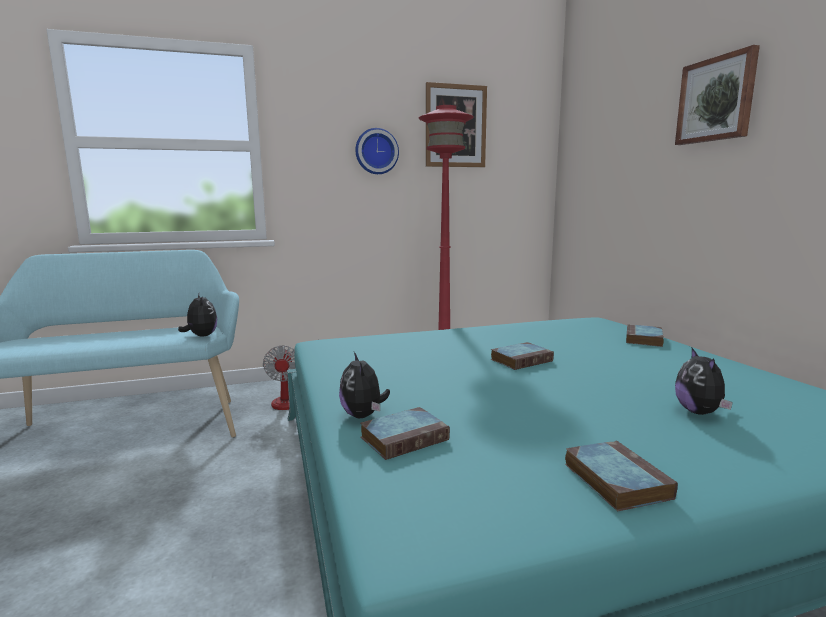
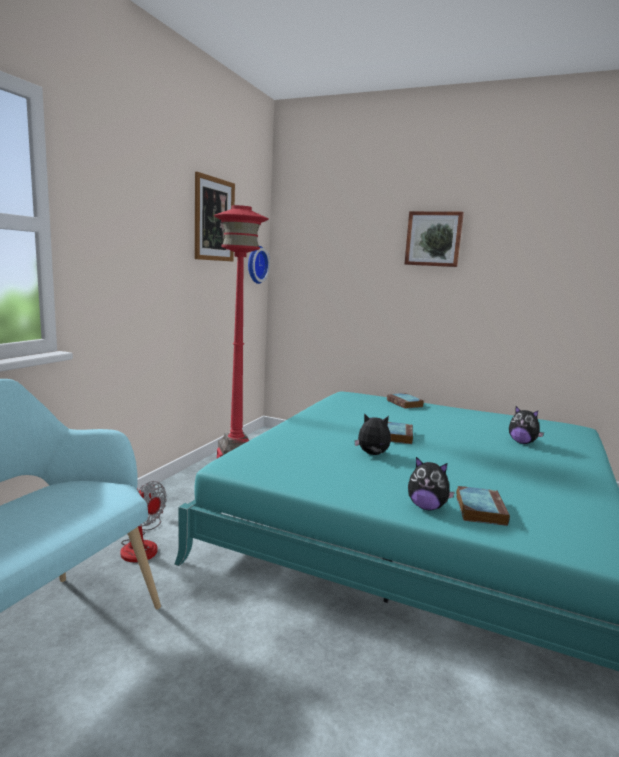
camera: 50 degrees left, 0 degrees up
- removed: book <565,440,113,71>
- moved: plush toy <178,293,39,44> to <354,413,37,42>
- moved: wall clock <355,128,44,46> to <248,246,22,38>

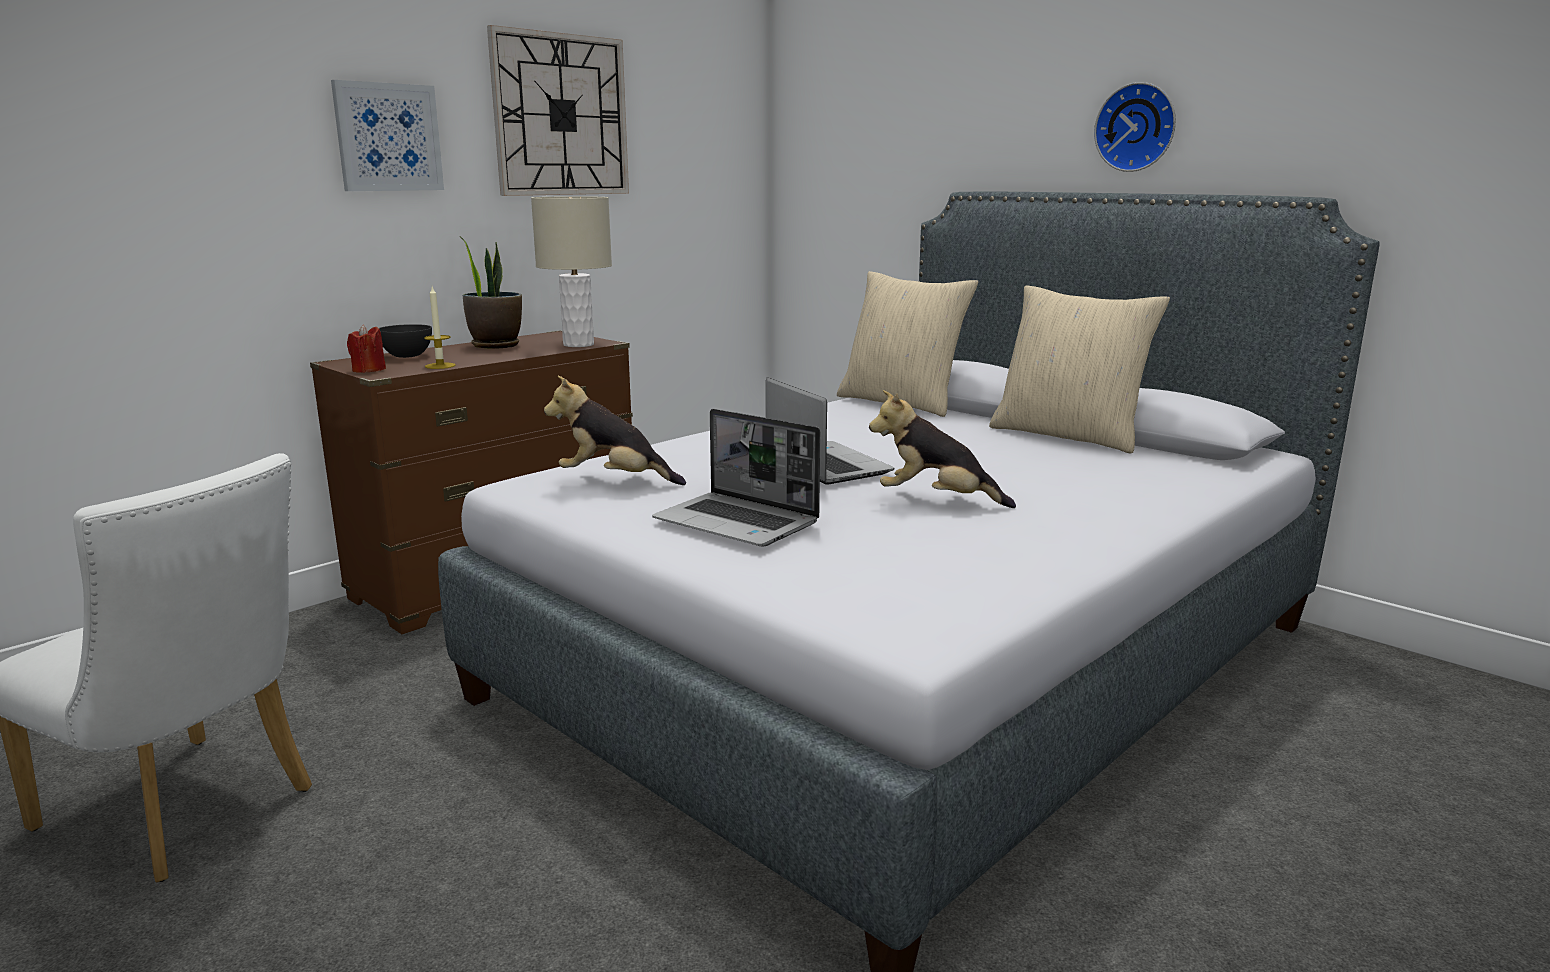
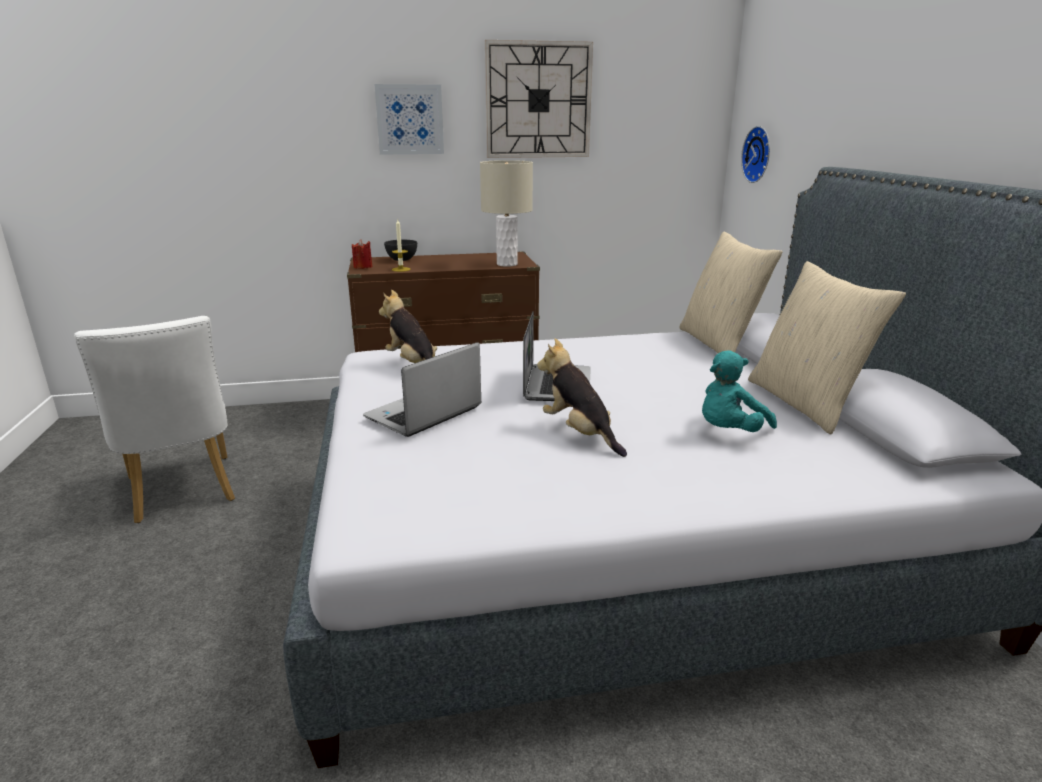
camera: 35 degrees right, 5 degrees up
- removed: potted plant <461,237,61,112>
- added: turquoise plush toy <702,351,75,81>
- moved: wall clock <1094,82,82,90> to <741,126,29,57>
- turned: laptop <652,409,168,138> = <363,342,118,95> 60 degrees clockwise

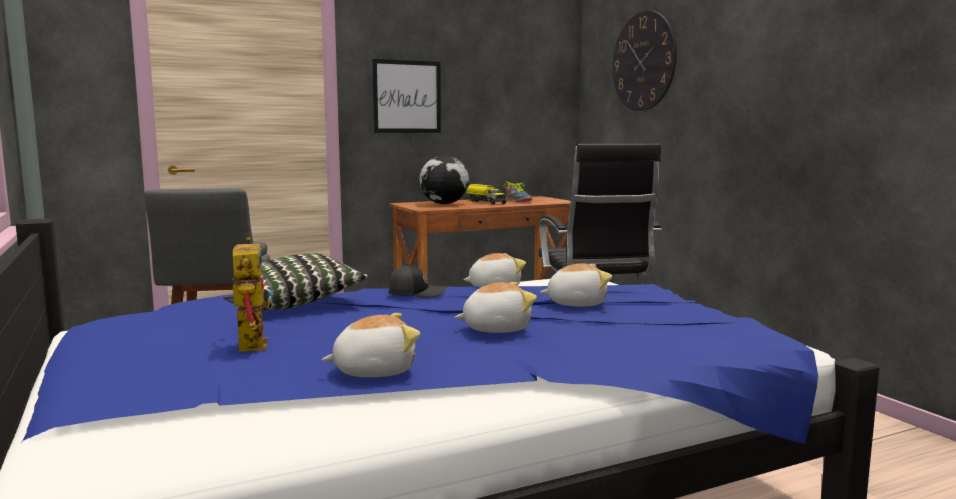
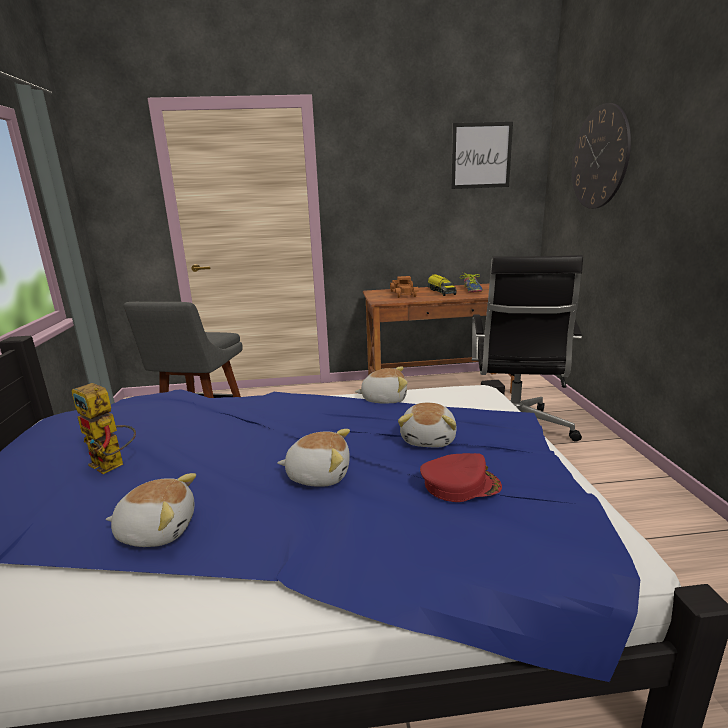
camera: 20 degrees right, 10 degrees up
- removed: pillow <231,253,137,57>
- removed: black cap <388,264,58,34>
- added: red cap <420,453,82,49>
- moved: picture <372,59,69,74> to <451,122,62,67>
- replaced: globe <420,155,49,49> to toy truck <390,276,29,22>
- turned: toy robot <223,237,50,115> = <72,383,64,91> 120 degrees clockwise
- turned: plush toy <540,263,72,44> = <398,403,59,45> 90 degrees clockwise

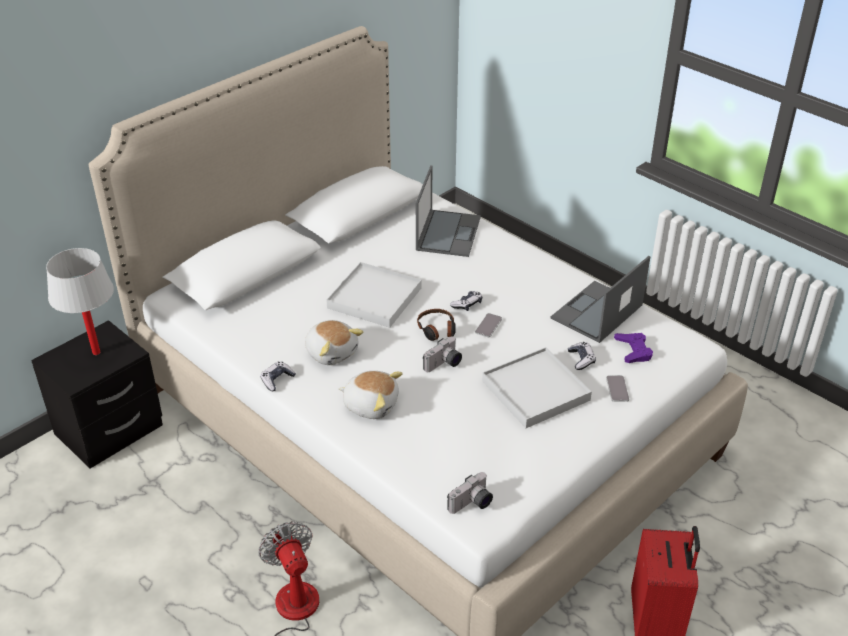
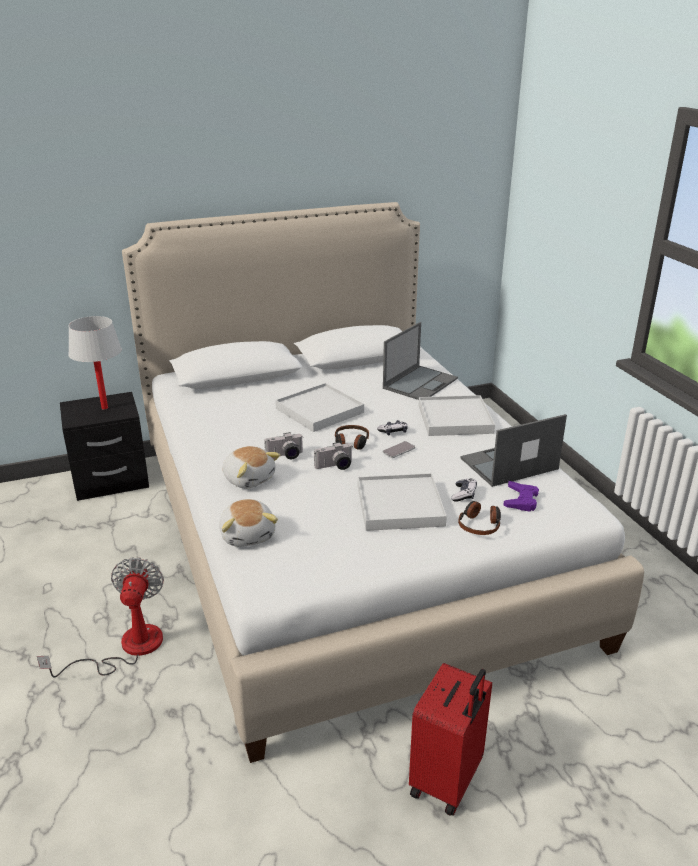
camera: 25 degrees right, 10 degrees down
- removed: game controller <260,361,36,30>
- added: white tray <419,395,76,41>
- moved: plush toy <305,320,58,45> to <219,499,59,48>
- moved: photo camera <447,472,46,42> to <264,432,39,27>
- replaced: phone <606,375,23,27> to headphones <458,501,43,34>

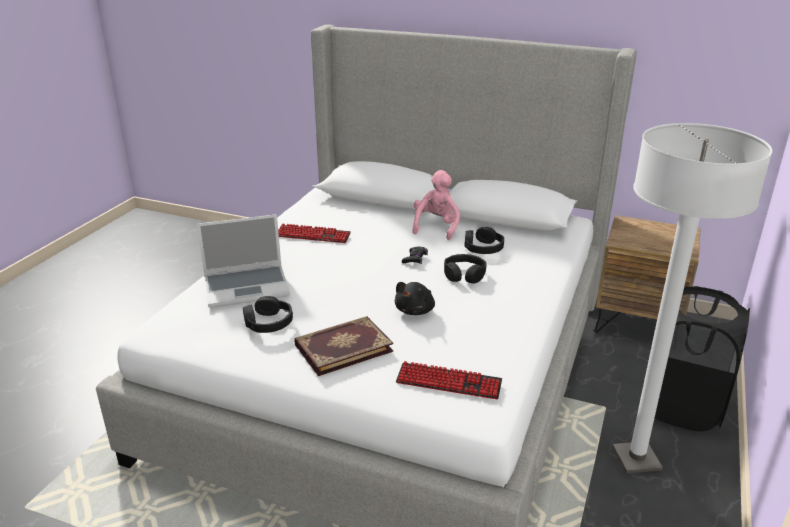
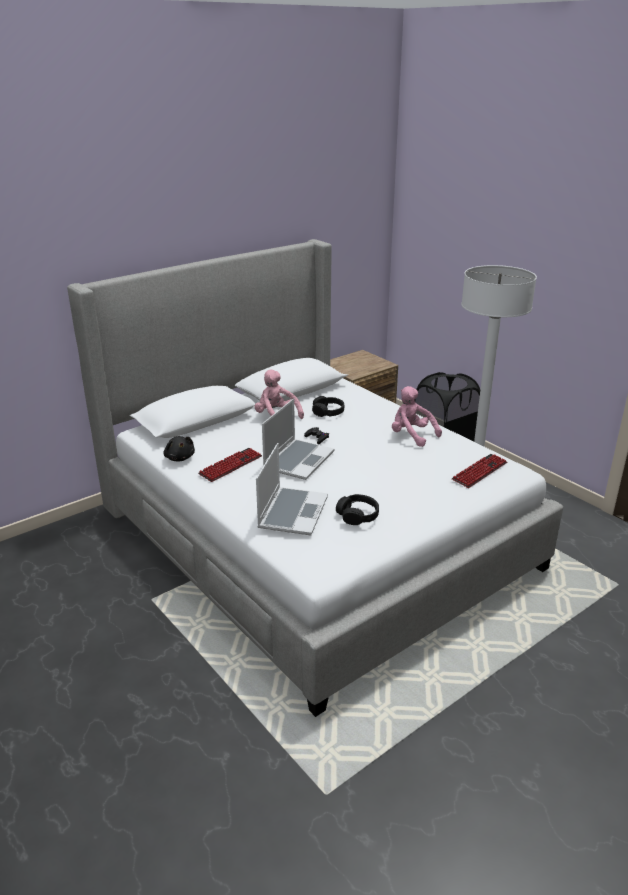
camera: 60 degrees left, 0 degrees up
- removed: book <294,316,99,60>
- removed: black headphones <444,254,42,30>
- added: laptop <262,399,72,81>
- added: pink plush toy <392,386,50,61>
- moved: black plush toy <395,282,40,33> to <163,436,32,25>

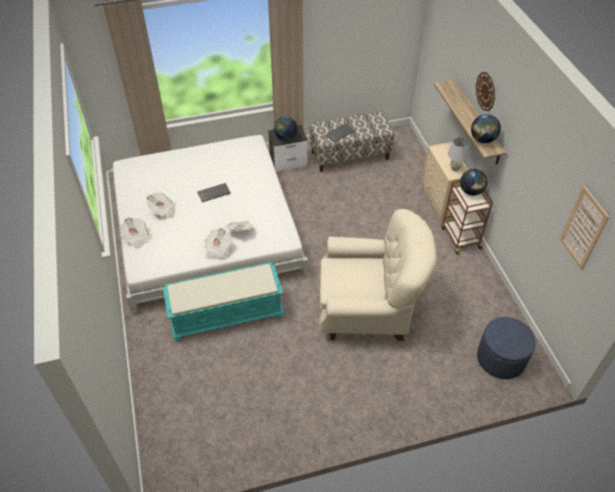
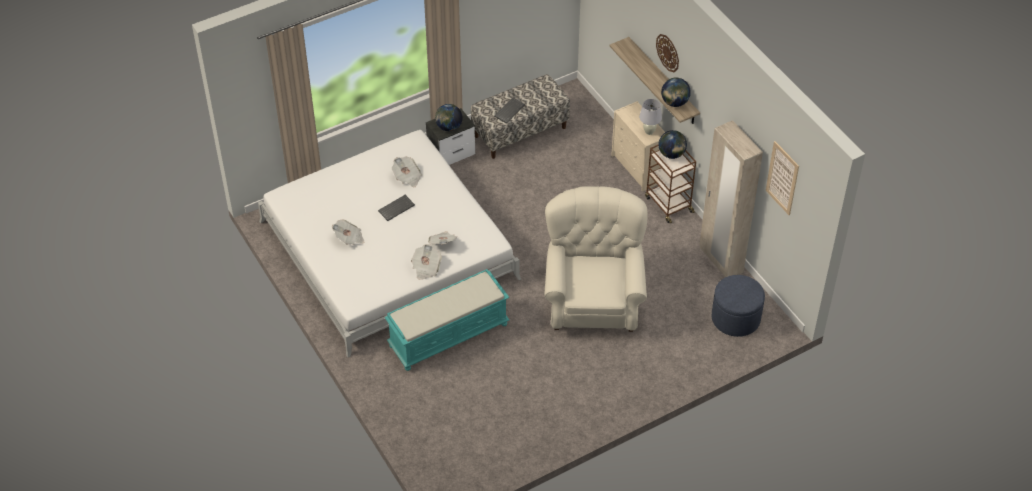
camera: 15 degrees left, 0 degrees up
- added: beige wardrobe <700,120,63,157>
- moved: newspaper <119,217,31,32> to <392,157,30,30>
- turned: beige armchair <319,209,118,132> = <544,186,104,146> 75 degrees counterclockwise

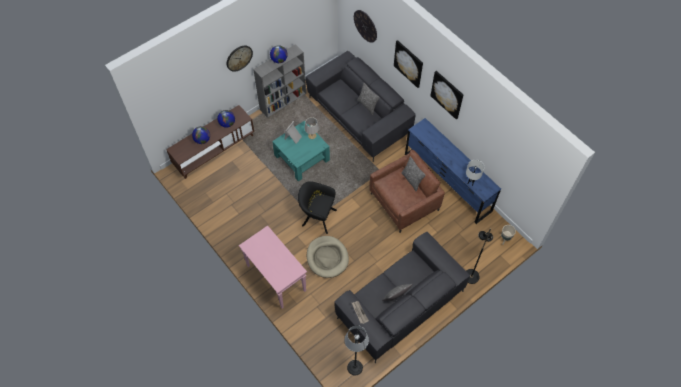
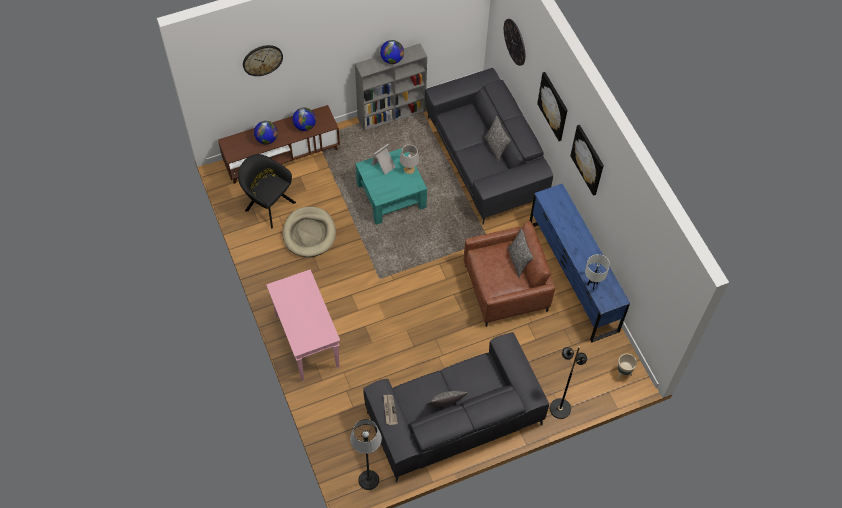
camera: 15 degrees right, 0 degrees up
- moved: wall clock <227,45,26,27> to <243,45,40,31>
- moved: black armchair <298,181,39,53> to <238,154,58,74>
- moved: beige dog bed <307,236,42,42> to <283,206,53,51>

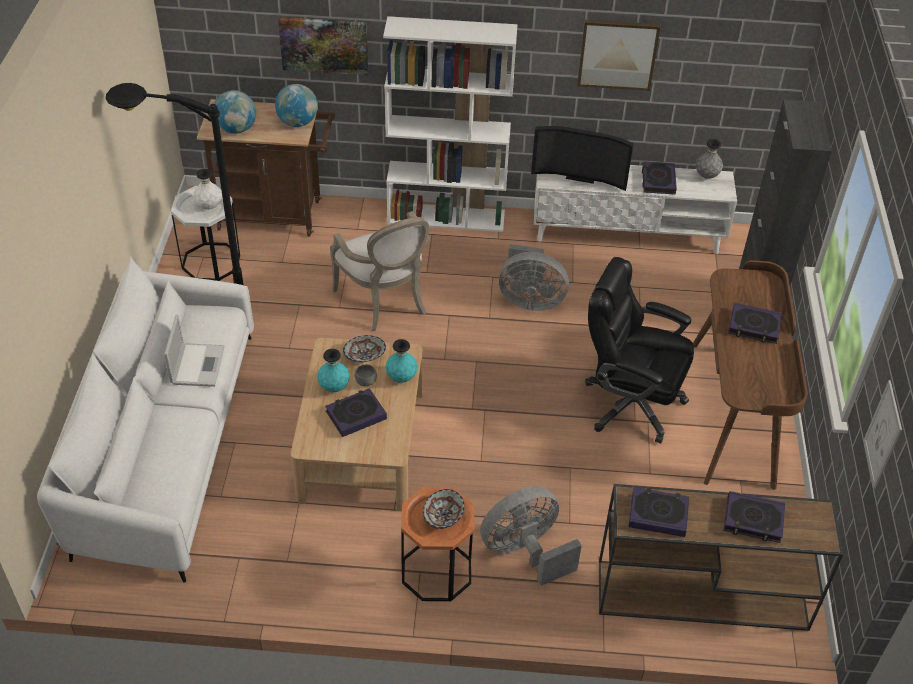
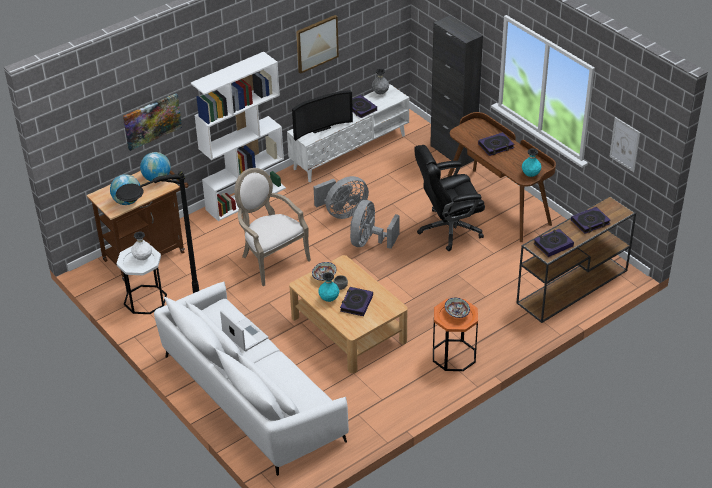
camera: 40 degrees left, 5 degrees down
- moved: turquoise vase <386,339,32,44> to <522,149,19,28>
- moved: grey fan <480,486,102,100> to <350,200,50,49>
- turned: armchair <330,211,99,120> = <234,168,77,118> 150 degrees counterclockwise

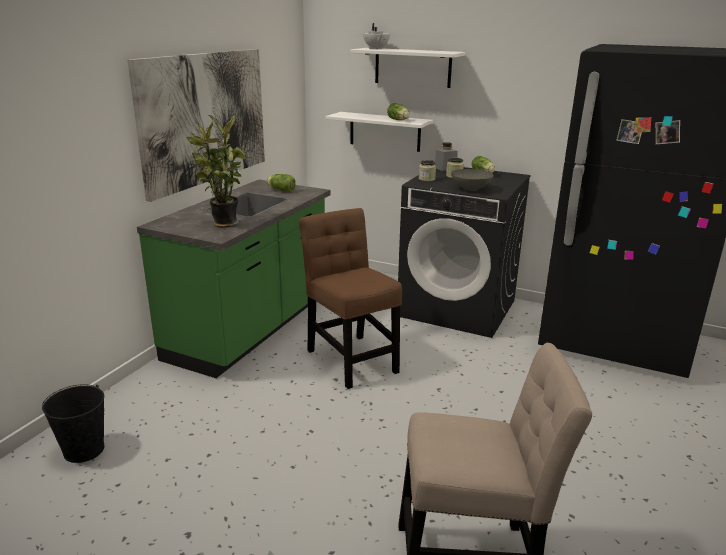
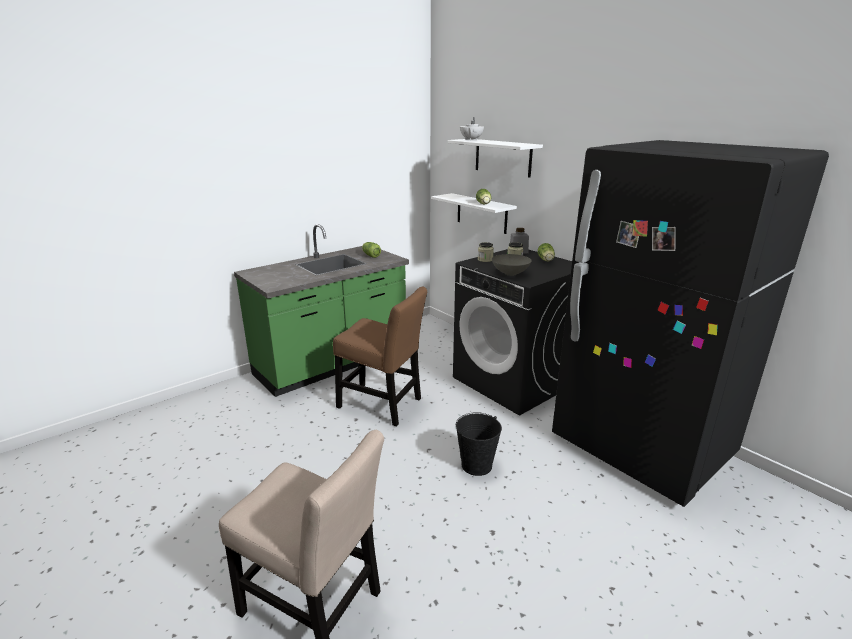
camera: 25 degrees right, 0 degrees up
- removed: picture <127,49,138,153>
- removed: potted plant <186,115,60,113>
- moved: black bucket <42,384,62,79> to <456,412,46,64>
- turned: brown chair <299,208,103,181> = <333,287,94,140> 120 degrees clockwise

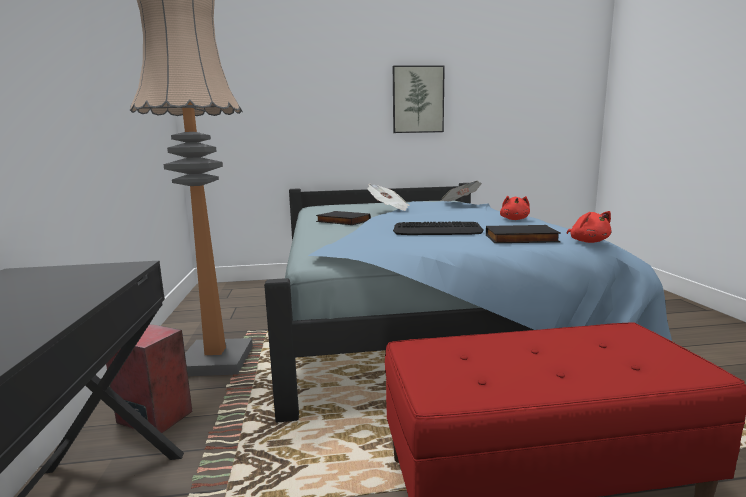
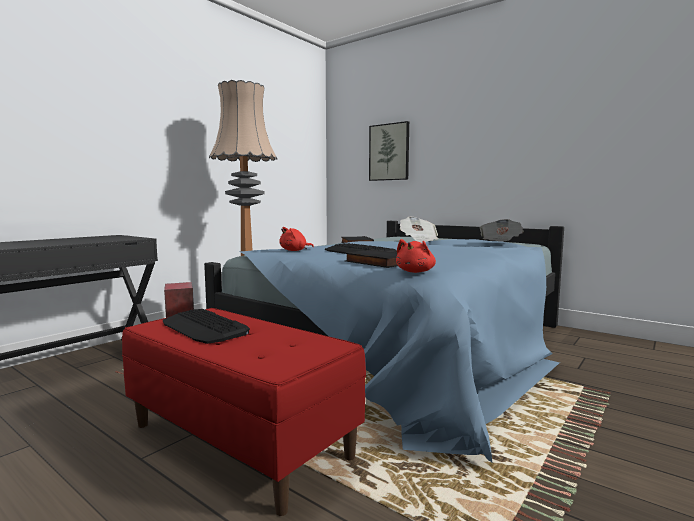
camera: 45 degrees right, 5 degrees down
- added: keyboard <163,309,87,35>
- moved: picture <393,66,52,67> to <369,121,40,60>
- moved: red plush toy <500,196,30,24> to <279,227,35,24>

